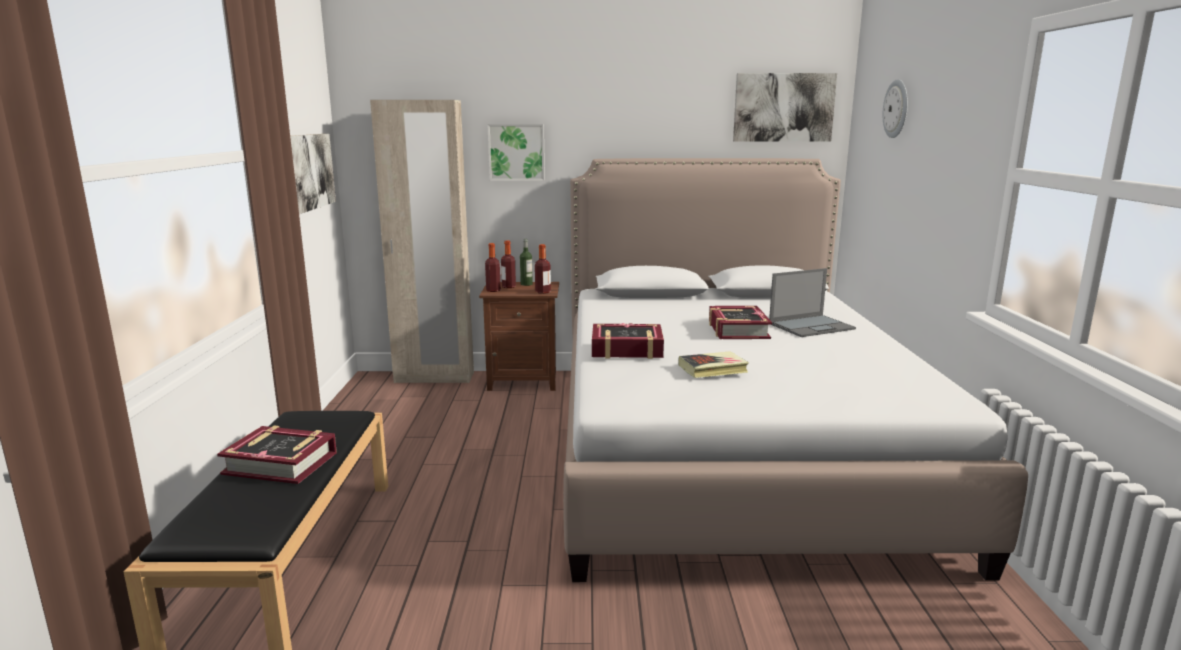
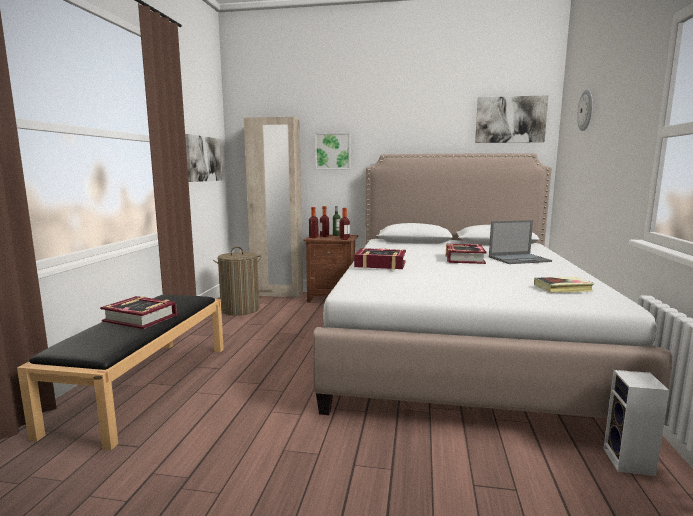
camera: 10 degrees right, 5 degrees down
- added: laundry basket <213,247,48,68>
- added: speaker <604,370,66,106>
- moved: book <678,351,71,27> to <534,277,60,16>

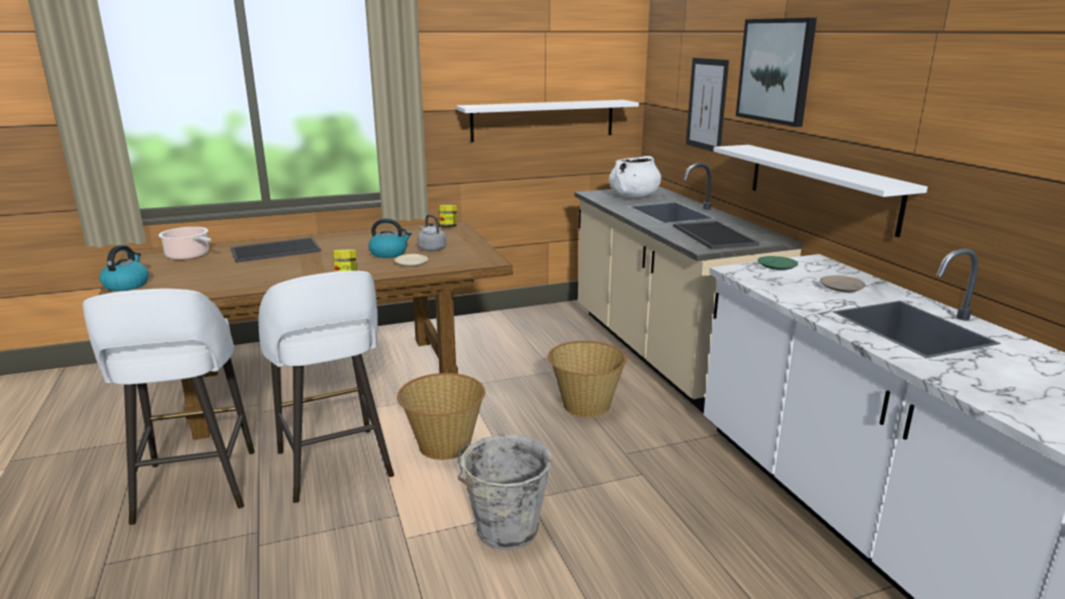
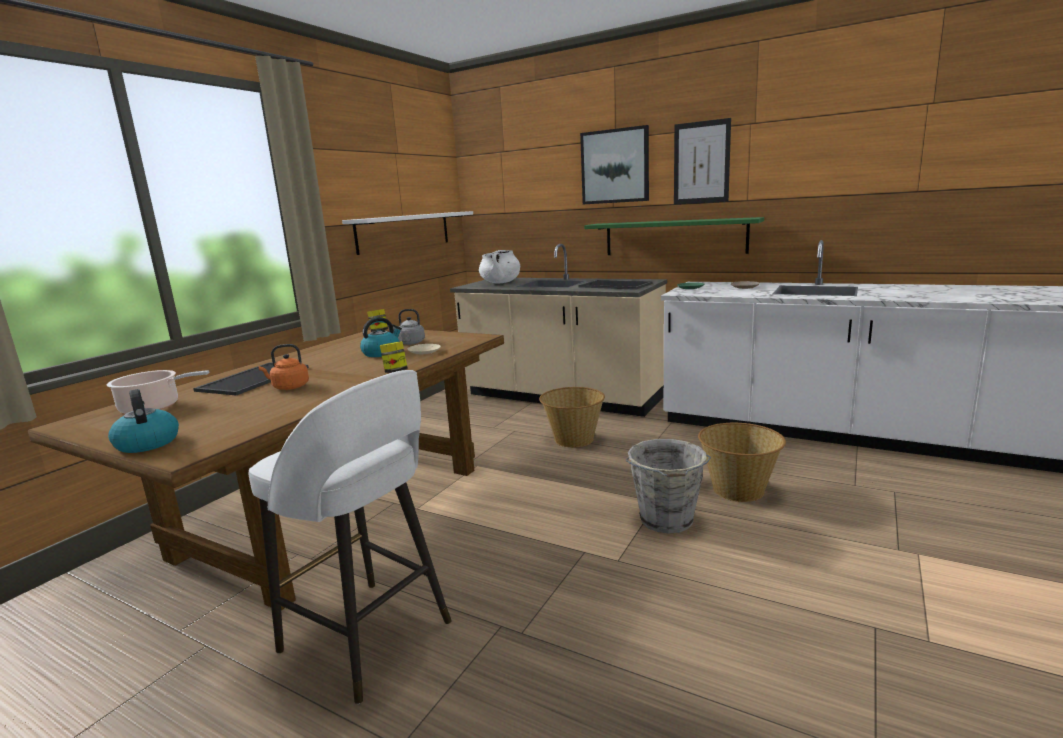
camera: 40 degrees left, 5 degrees down
- removed: white stool <258,271,136,232>
- added: orange kettle <258,344,51,46>
- moved: basket <397,373,88,87> to <698,423,88,79>
- moved: picture <686,58,43,95> to <674,118,57,86>
- recoloured: white shelf <713,145,215,92> to green shelf <584,217,180,38>

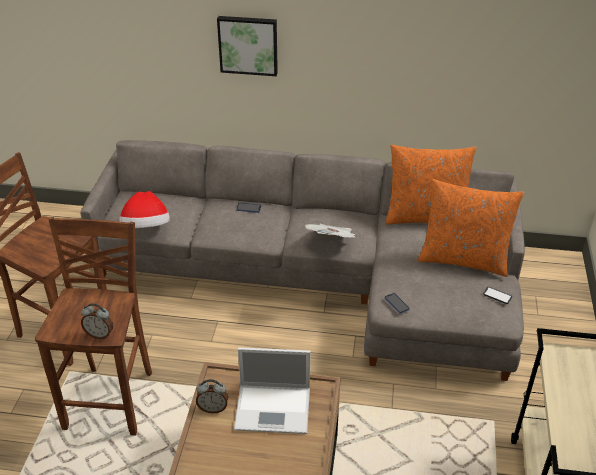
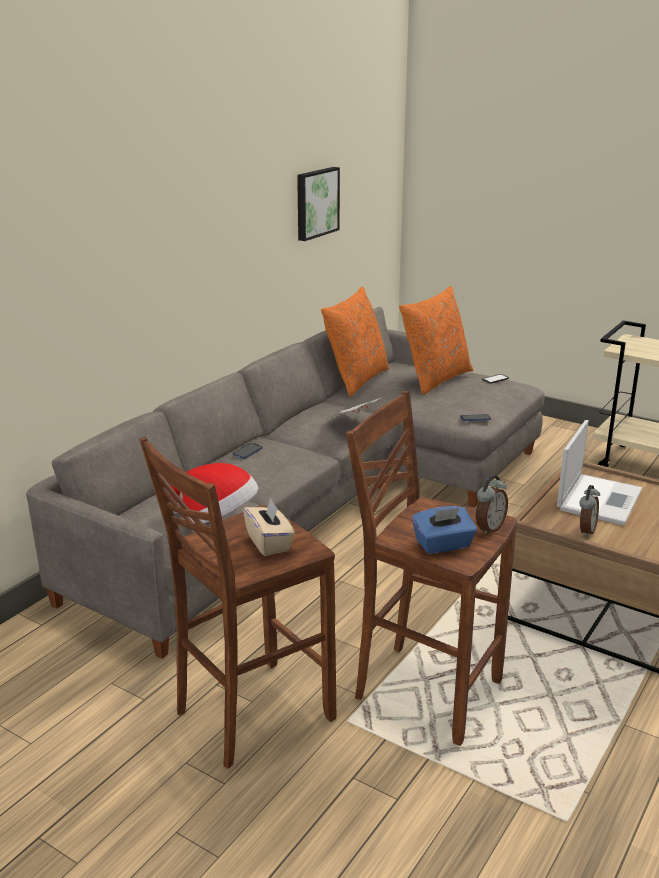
camera: 65 degrees left, 15 degrees down
- added: beige tissue box <243,499,52,57>
- added: blue tissue box <412,506,65,48>
- moved: picture <217,16,61,60> to <297,167,43,74>

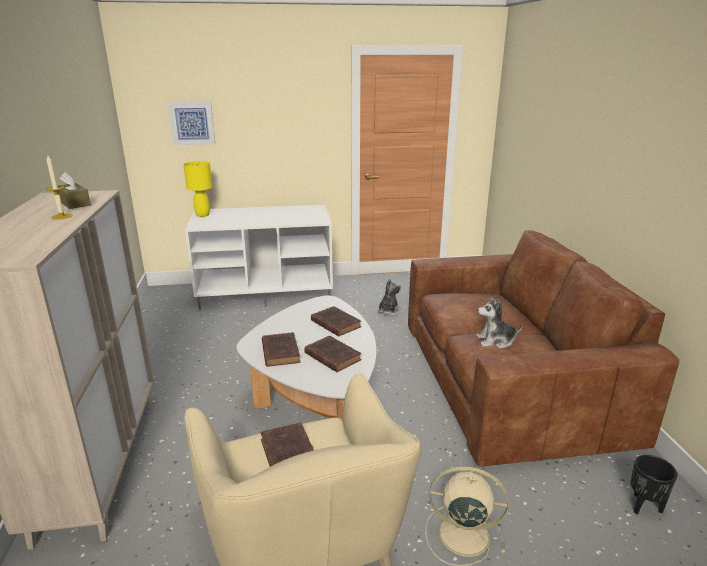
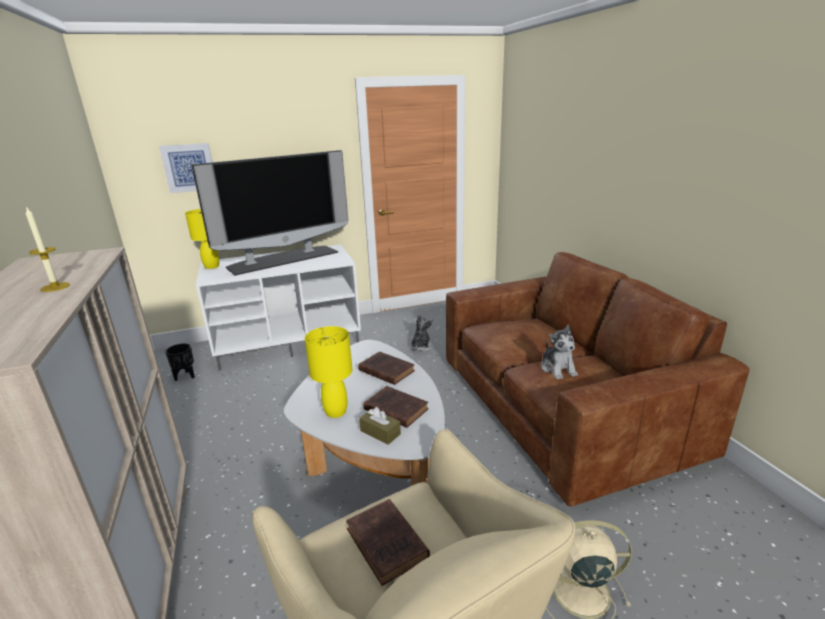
camera: 10 degrees left, 0 degrees up
- added: television <191,150,157,126>
- moved: brown tissue box <58,172,33,37> to <359,407,42,38>
- moved: black planter <631,455,46,59> to <165,343,30,38>
- replaced: brown book <262,332,38,35> to yellow table lamp <305,326,47,92>
- turned: plush toy <476,296,47,52> = <541,325,37,54> 90 degrees counterclockwise

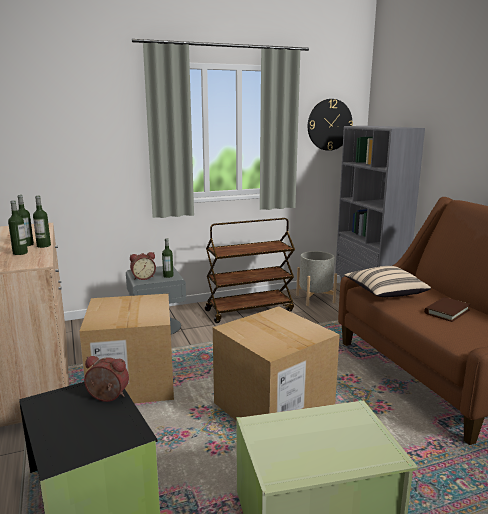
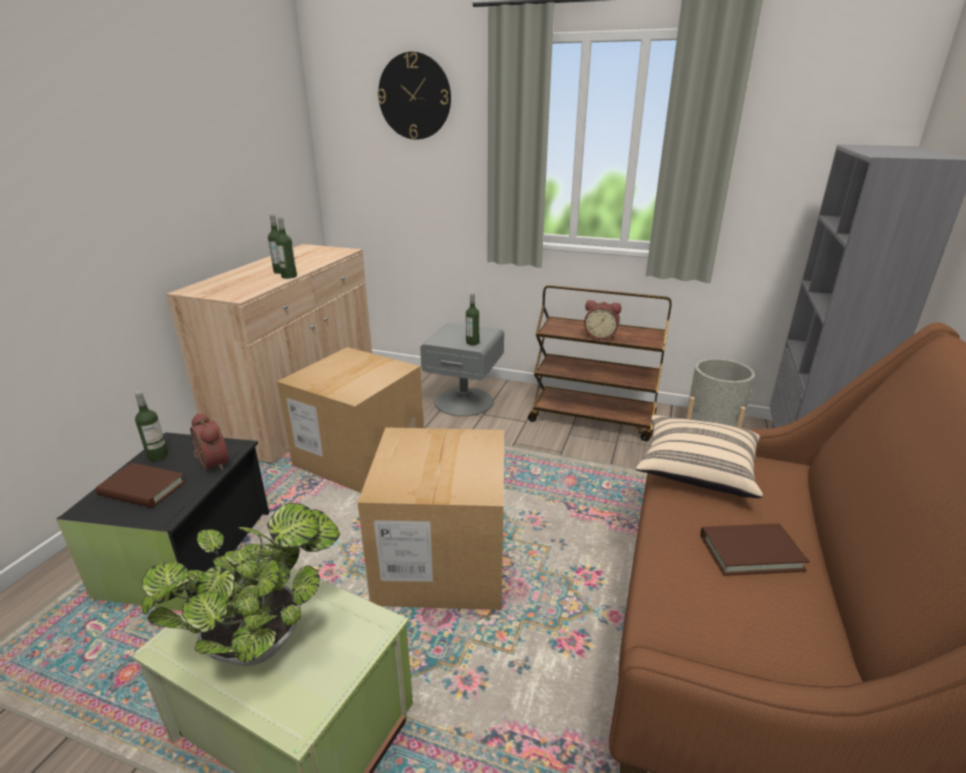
camera: 40 degrees right, 10 degrees up
- added: brown book <96,463,90,45>
- added: potted plant <142,503,198,163>
- moved: bottle <8,200,20,55> to <135,391,33,70>
- moved: alarm clock <130,252,26,28> to <584,300,37,39>
- moved: wall clock <308,99,45,52> to <378,52,73,88>

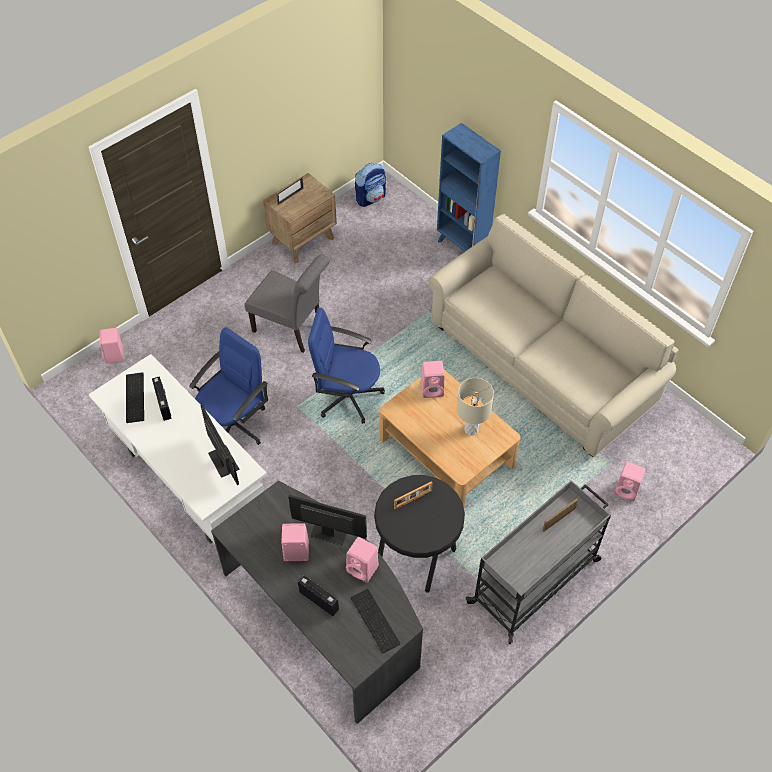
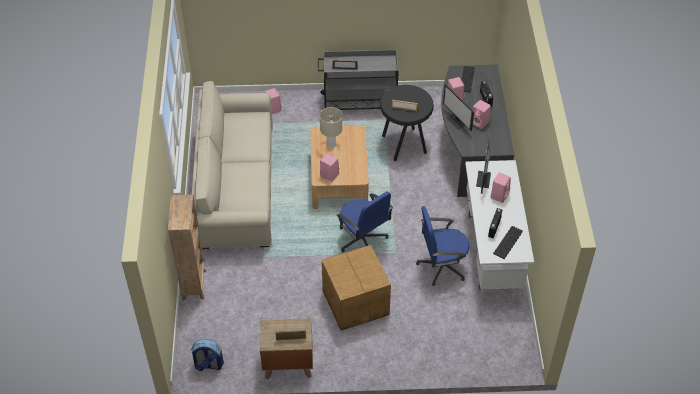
camera: 140 degrees left, 5 degrees down
- moved: pink speaker <99,328,25,36> to <490,172,21,31>
- replaced: grey chair <244,254,86,99> to cardboard box <322,245,69,86>
- recoloured: blue bookcase <437,123,64,129> to brown bookcase <168,195,38,106>

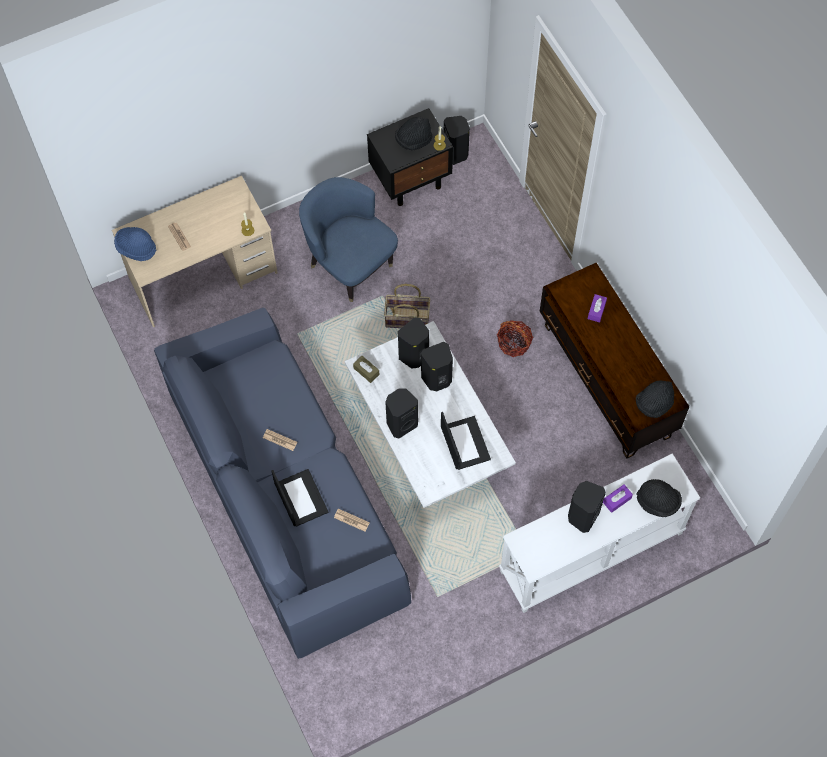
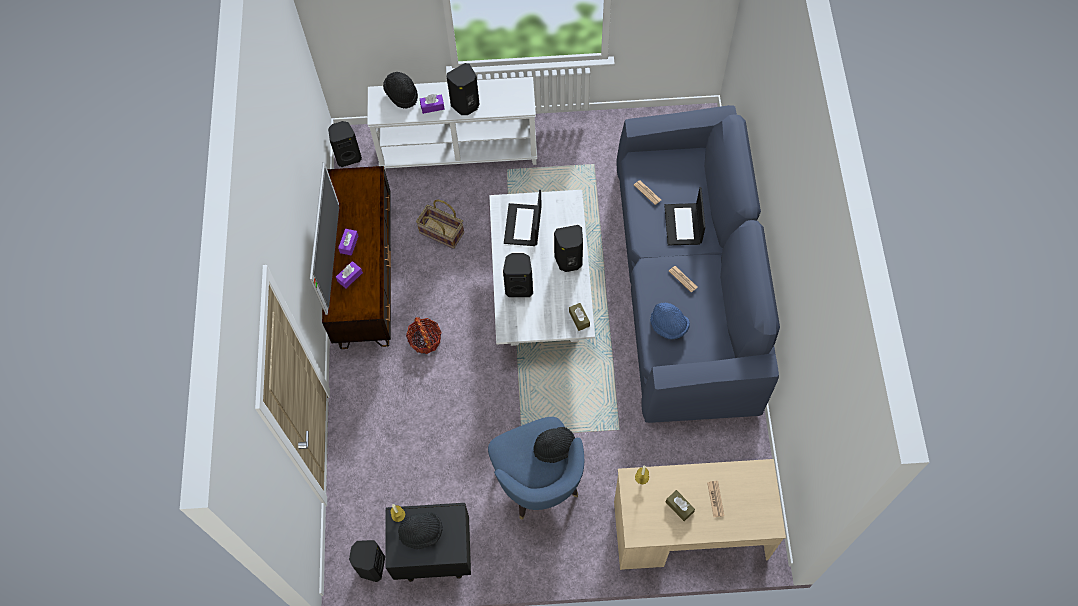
camera: 155 degrees left, 0 degrees up
- added: television <310,162,29,153>
- added: purple tissue box <338,229,20,27>
- added: brown tissue box <666,490,29,31>
- moved: blue hat <114,227,42,34> to <650,303,40,36>
- moved: basket <384,284,46,44> to <416,199,48,50>
- moved: black speaker <398,317,31,52> to <328,121,34,46>
- moved: black hat <636,381,38,37> to <533,427,42,36>

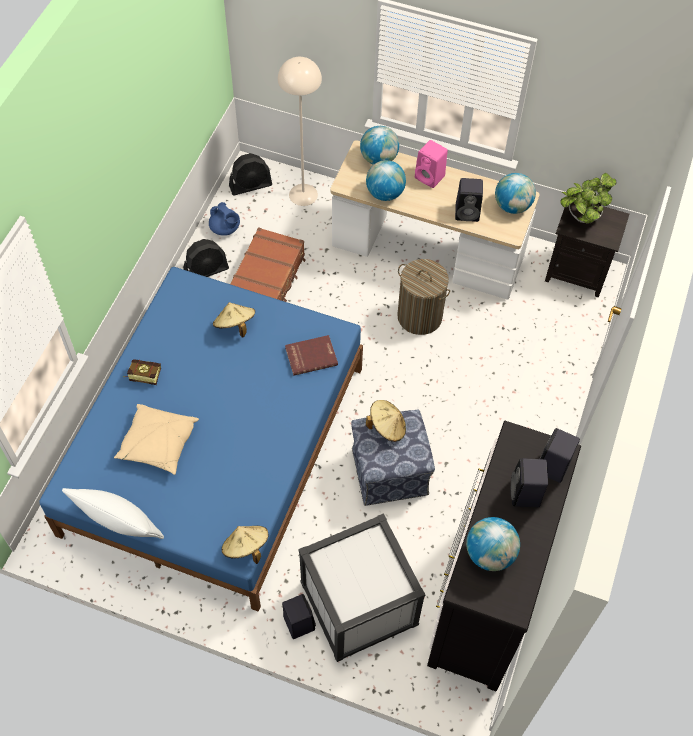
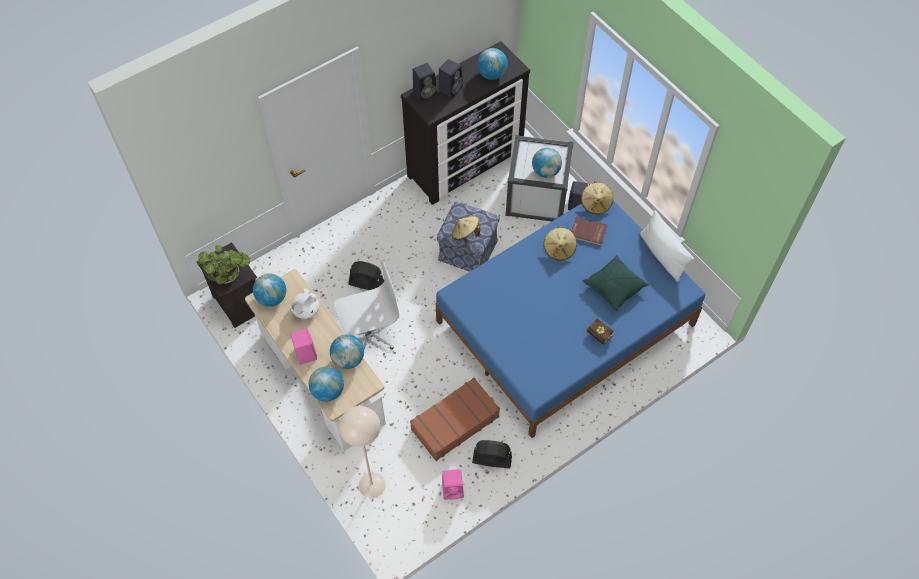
camera: 145 degrees left, 0 degrees up
- added: globe <532,148,30,30>
- moved: beige hat <213,302,42,36> to <543,226,34,34>
- moved: black fan <229,153,43,42> to <348,261,36,29>
- moved: red book <285,335,53,41> to <571,216,37,30>
- replaced: blue teapot <209,202,31,34> to pink speaker <442,469,22,31>
- replaced: laundry basket <398,259,52,76> to white office chair <334,261,65,89>
- replaced: black speaker <455,178,28,44> to white teapot <290,289,29,30>
- recoloured: beige pillow <114,404,85,71> to green pillow <583,255,66,56>

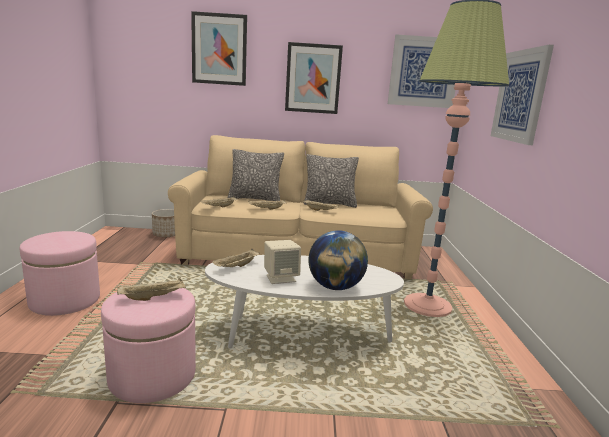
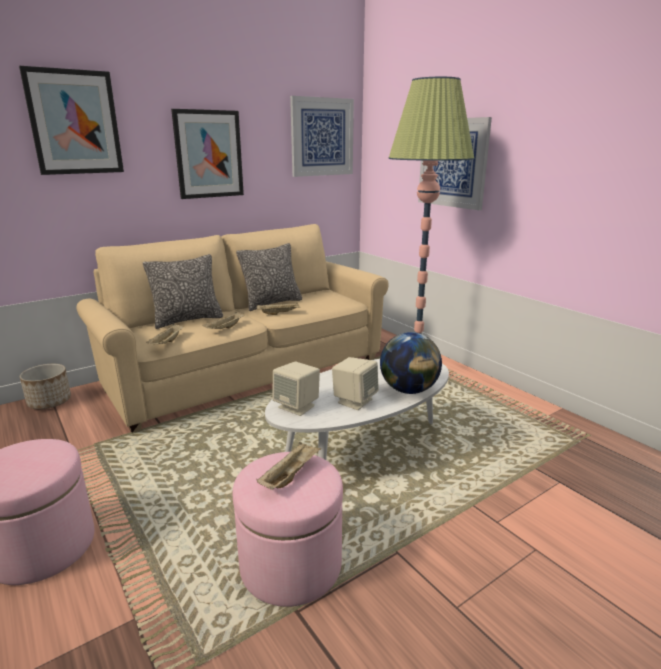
camera: 35 degrees left, 5 degrees up
- replaced: beige tray <212,249,48,18> to beige speaker <272,362,48,54>

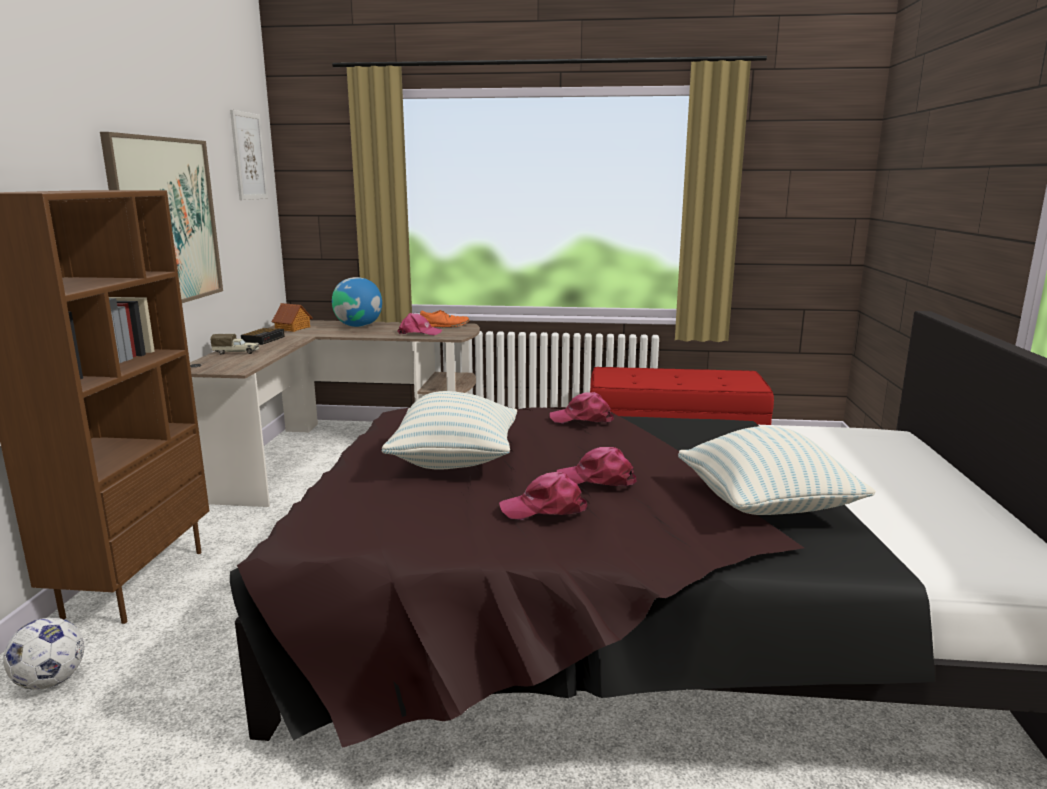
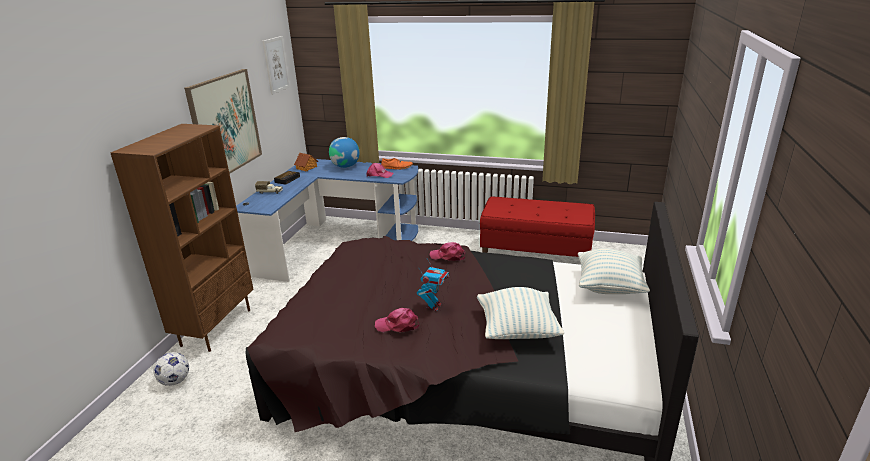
camera: 10 degrees right, 10 degrees up
- moved: pillow <382,391,135,79> to <578,248,72,46>
- replaced: pink cap <557,447,80,39> to toy robot <417,259,32,52>
- recoloured: brown desk <190,320,290,187> to blue desk <236,159,182,123>

